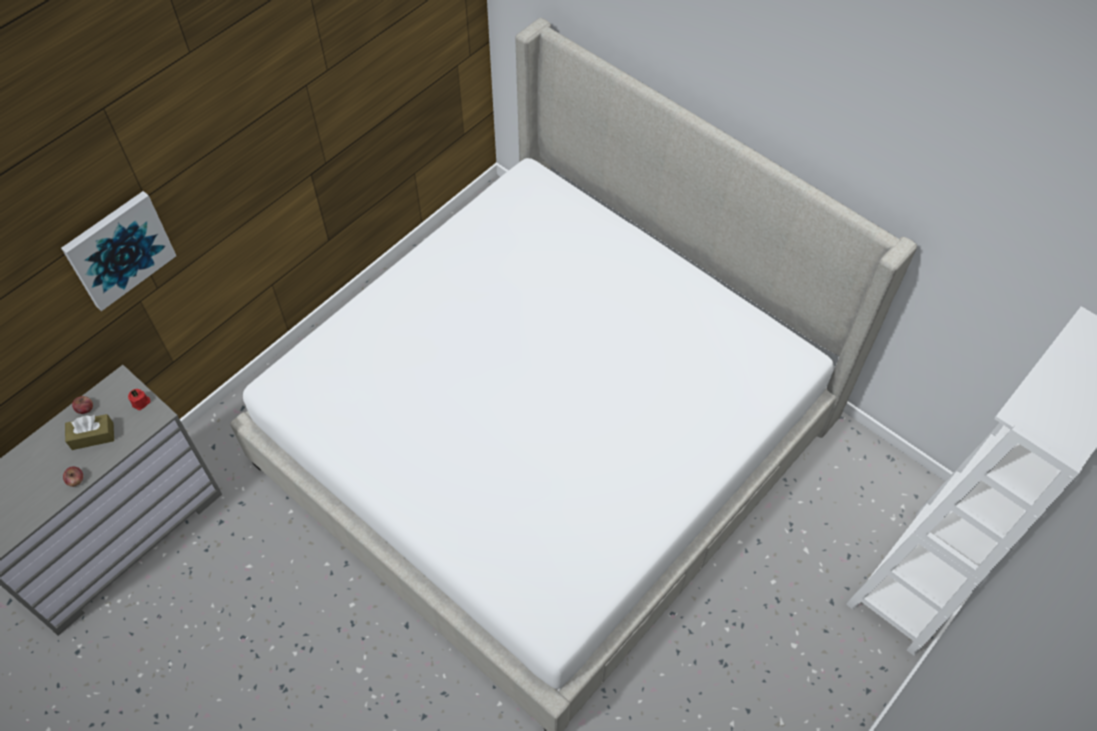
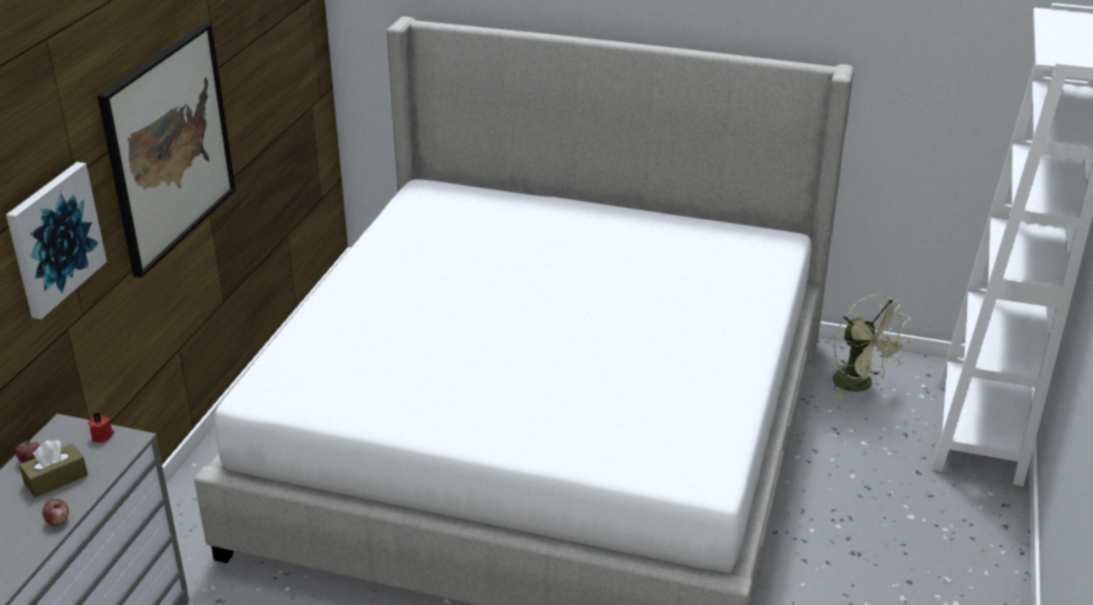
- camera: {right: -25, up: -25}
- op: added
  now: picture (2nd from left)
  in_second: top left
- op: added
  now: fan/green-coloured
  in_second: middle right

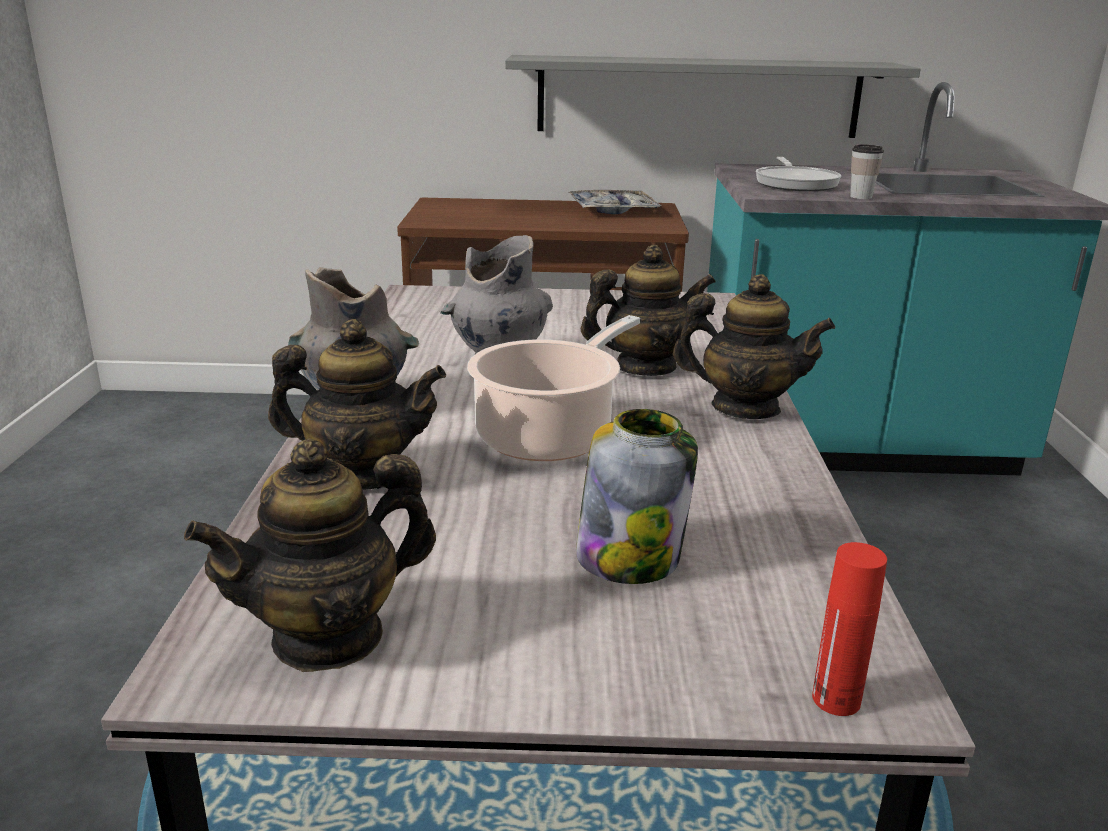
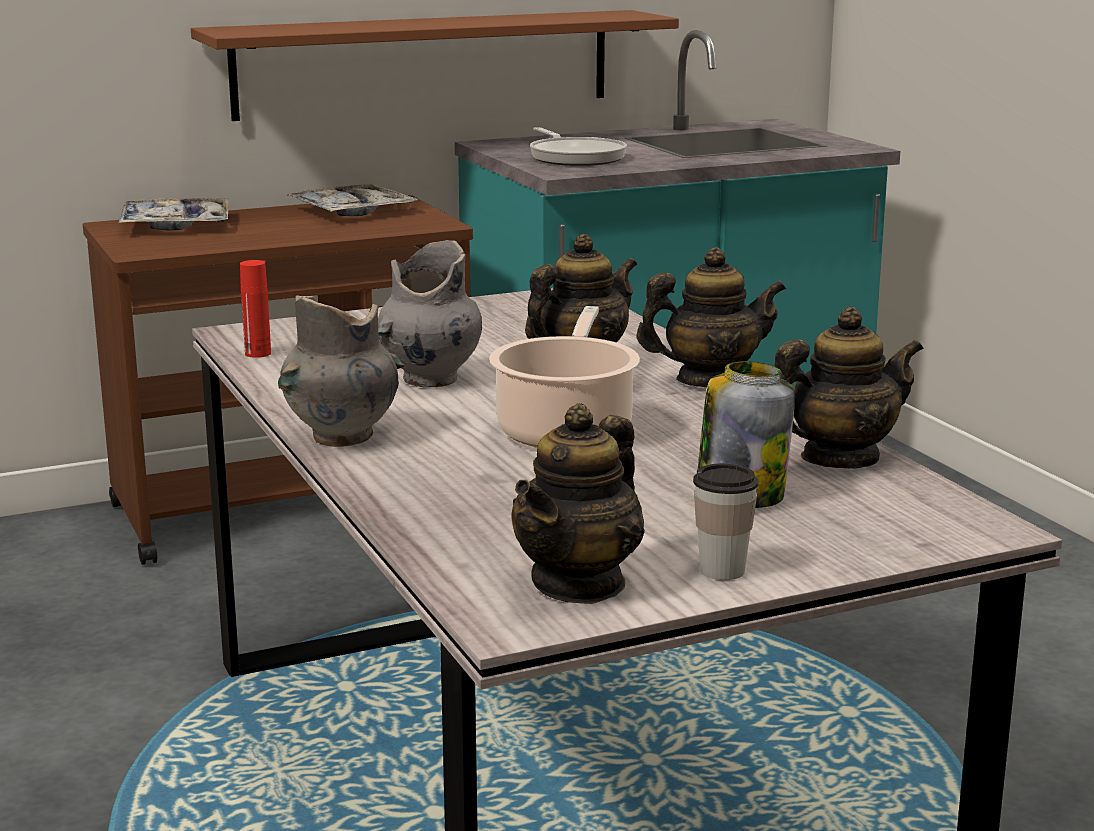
- camera: {right: -25, up: -5}
- op: added
  now: tray (1st from left)
  in_second: top left
- op: recoloured
  was: shelf/gray
  now: shelf/brownish
  in_first: top centre
  in_second: top centre
- op: moved
  was: beverage bottle/reddish
  in_first: bottom right
  in_second: middle left
- op: moved
  was: drinking cup
  in_first: top right
  in_second: centre
- op: moved
  was: teapot (2nd from left in the first image)
  now: teapot (4th from left)
  in_first: middle left
  in_second: middle right

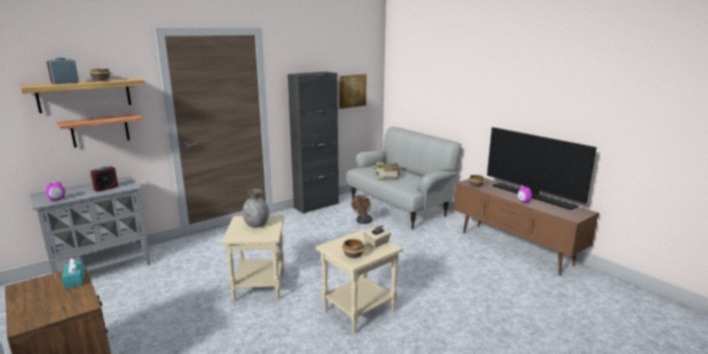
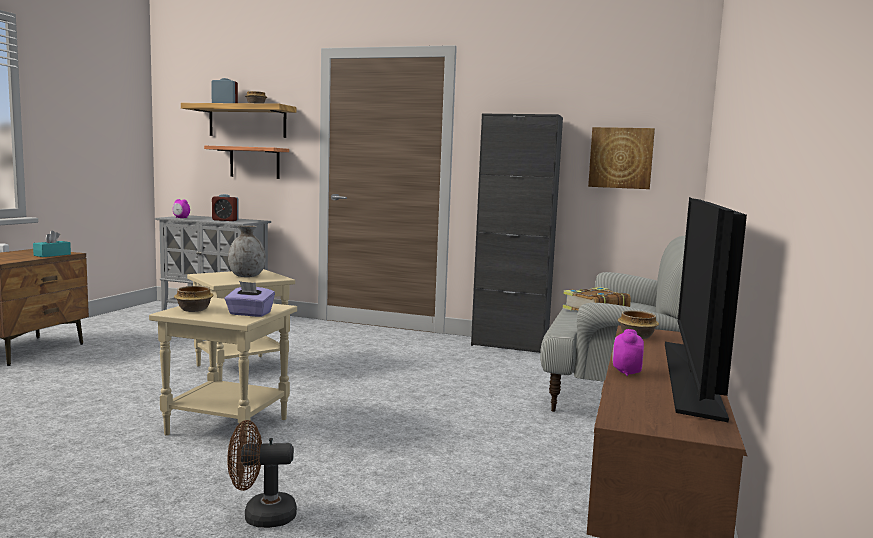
- camera: {right: 55, up: -10}
- op: recoloured
  was: box of tissues/beige
  now: box of tissues/purplish
  in_first: bottom centre
  in_second: middle left
- op: moved
  was: fan/brownish
  in_first: centre
  in_second: bottom left

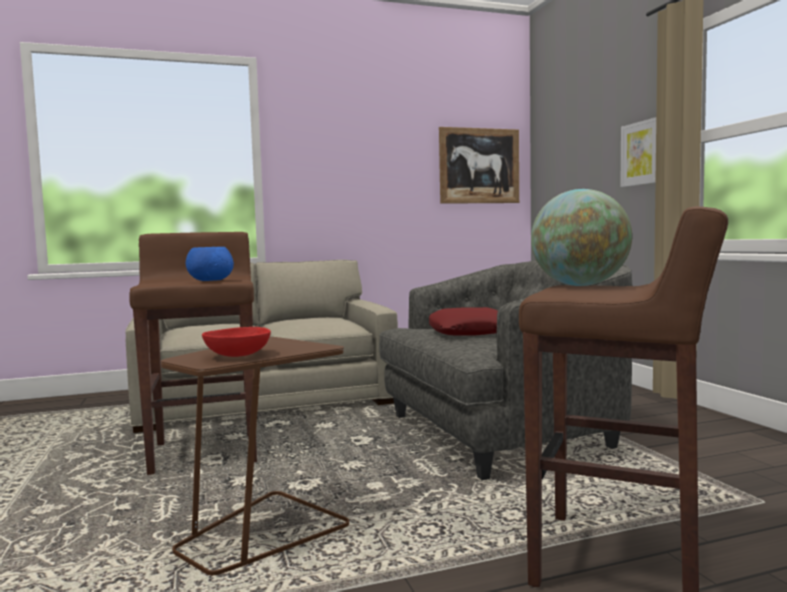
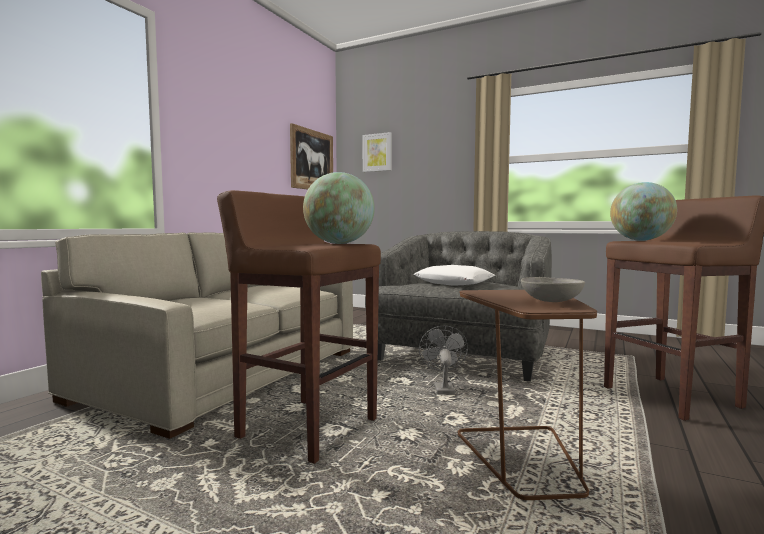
- camera: {right: -45, up: 0}
- op: replaced
  was: bowl/blue-coloured
  now: world globe (1st from left)
  in_first: middle left
  in_second: centre
- op: moved
  was: picture (2nd from left)
  in_first: top right
  in_second: top centre
- op: recoloured
  was: cushion/reddish
  now: cushion/white
  in_first: centre
  in_second: centre
- op: added
  now: fan/gray
  in_second: bottom centre
- op: recoloured
  was: bowl/reddish
  now: bowl/gray
  in_first: middle left
  in_second: middle right

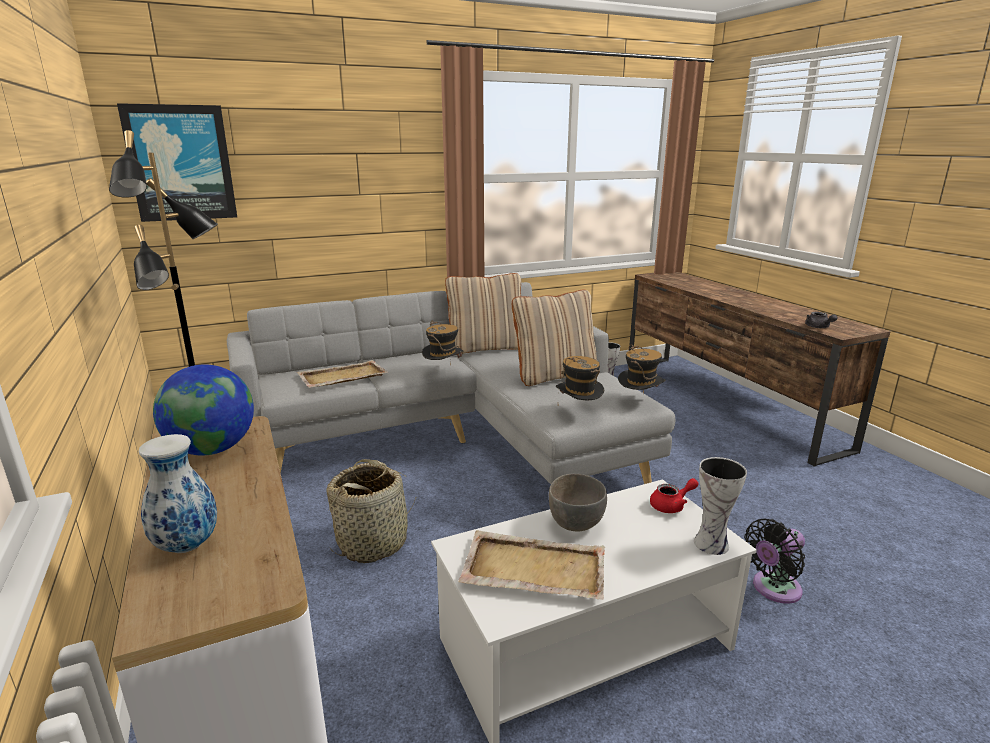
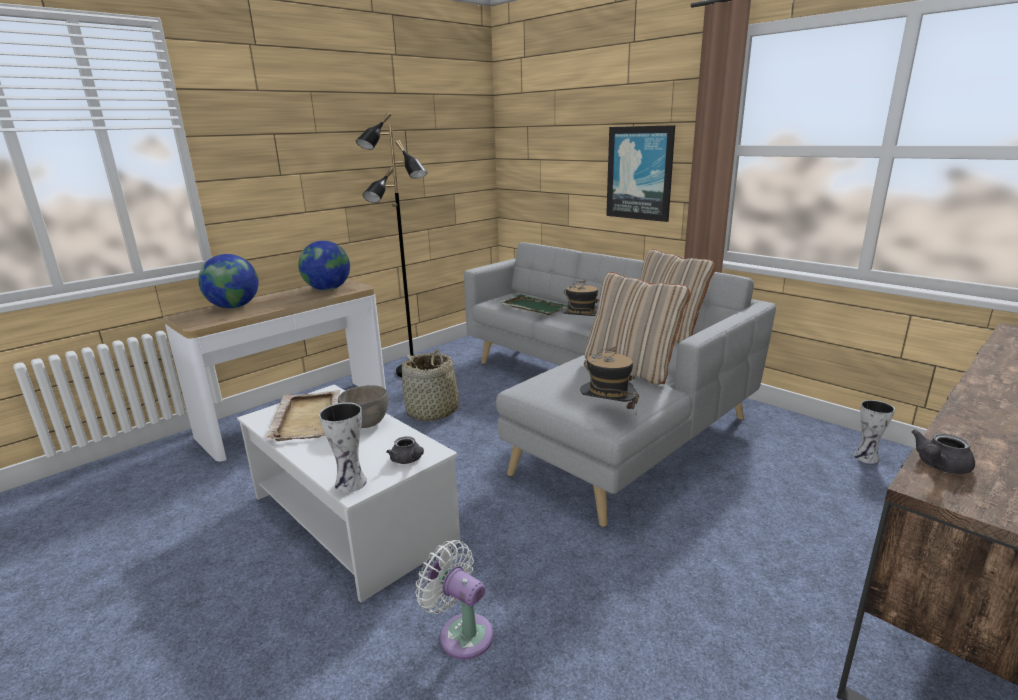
- camera: {right: 70, up: 0}
- op: replaced
  was: vase (1st from left)
  now: world globe (1st from left)
  in_first: middle left
  in_second: middle left
- op: recoloured
  was: teapot/reddish
  now: teapot/gray (1st from left)
  in_first: middle right
  in_second: centre
- op: recoloured
  was: fan/black-coloured
  now: fan/white
  in_first: bottom right
  in_second: bottom centre
- op: recoloured
  was: tray/beige (1st from left)
  now: tray/green-coloured
  in_first: centre
  in_second: centre
- op: moved
  was: picture
  in_first: top left
  in_second: top centre
- op: removed
  was: wearable hat (2nd from left)
  in_first: centre

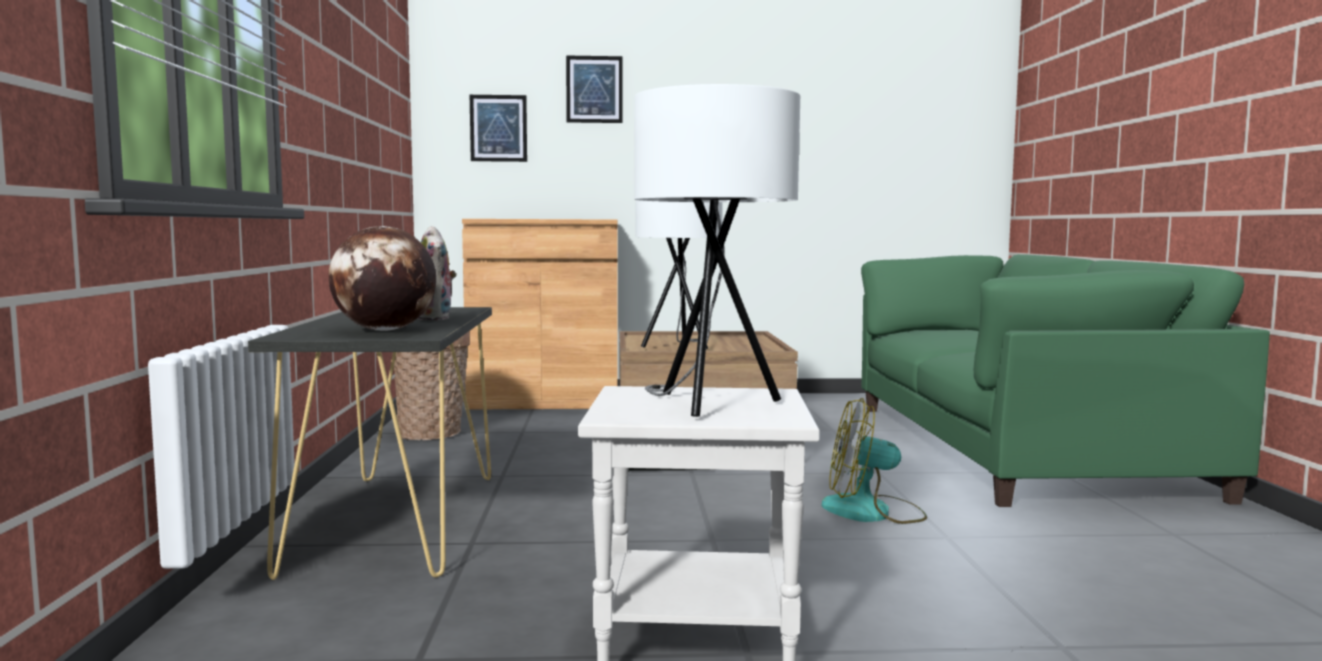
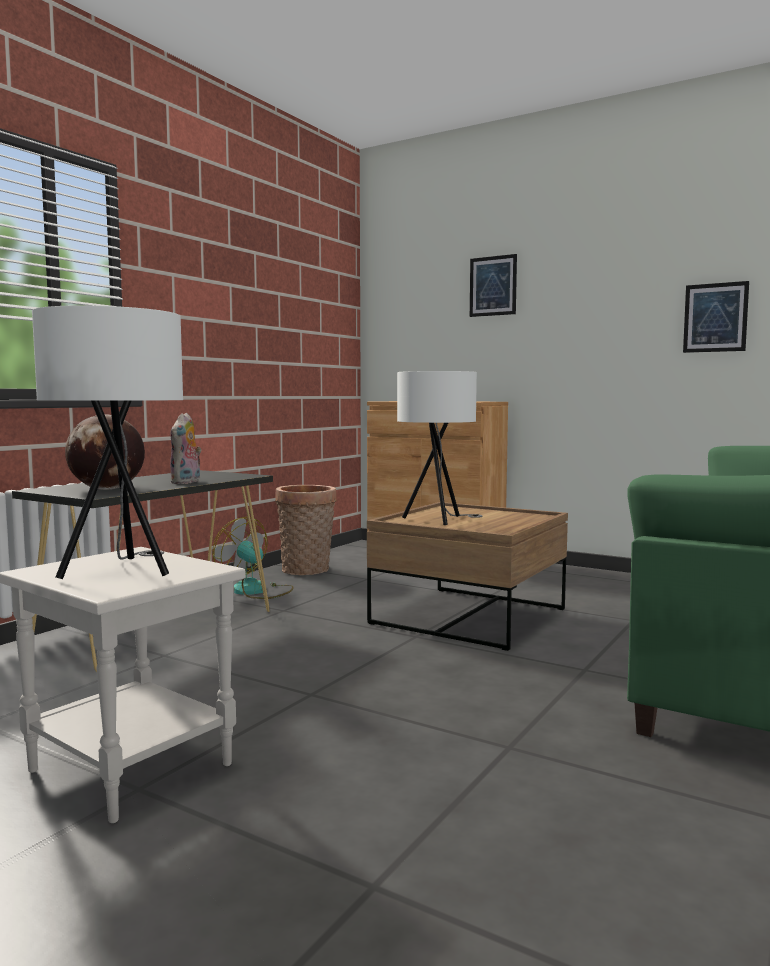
- camera: {right: 35, up: 0}
- op: moved
  was: fan
  in_first: bottom centre
  in_second: middle left
- op: moved
  was: picture (1st from left in the first image)
  now: picture (2nd from left)
  in_first: top centre
  in_second: top right

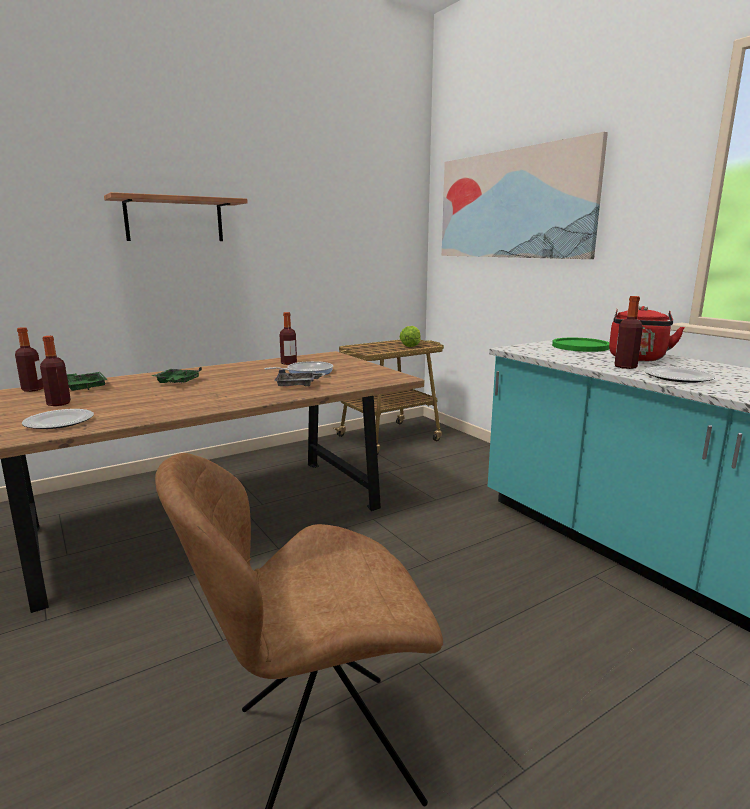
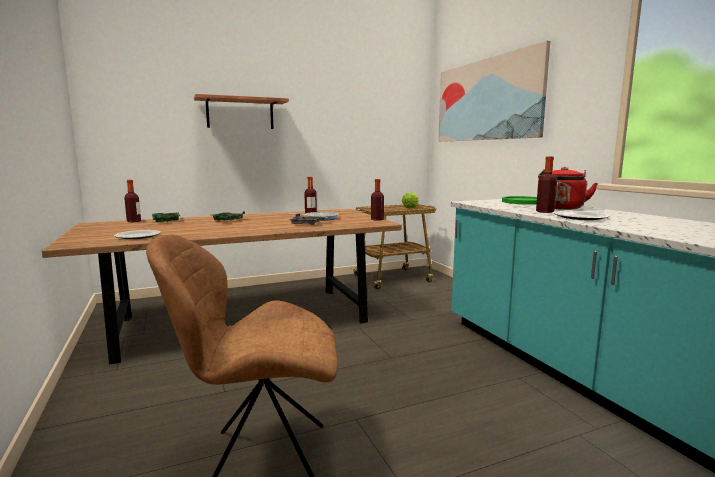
- camera: {right: 10, up: -5}
- op: moved
  was: beverage bottle (2nd from left in the first image)
  now: beverage bottle (3rd from left)
  in_first: middle left
  in_second: centre

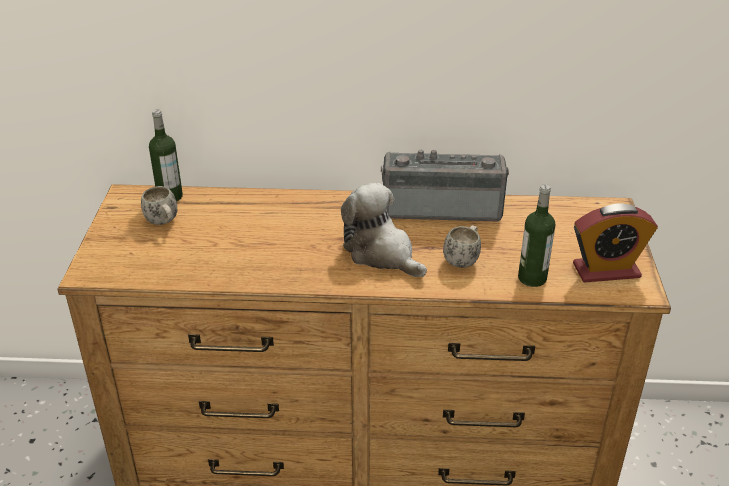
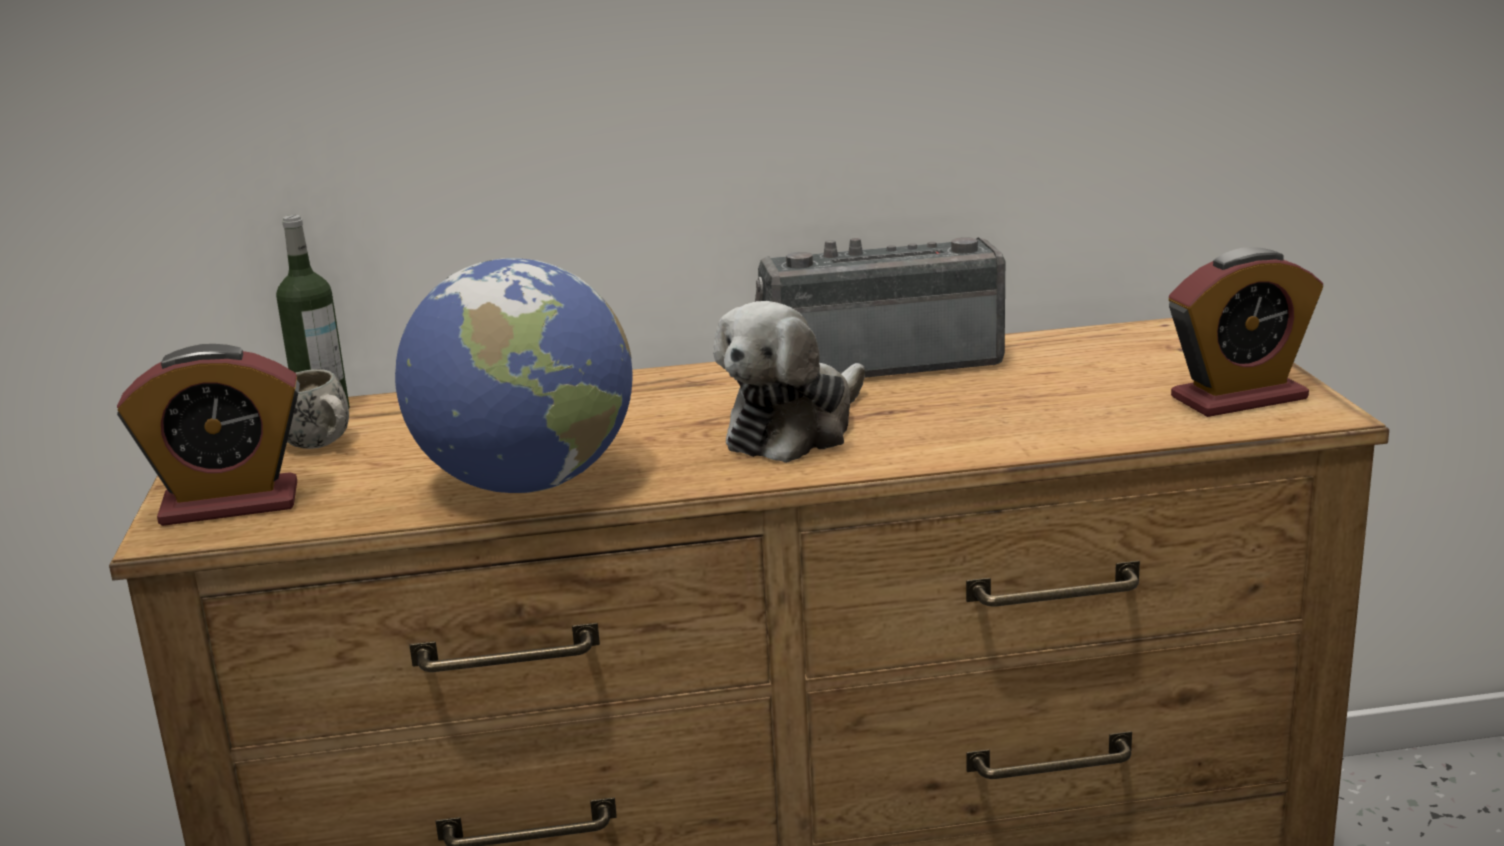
- camera: {right: -10, up: -15}
- op: added
  now: table clock (1st from left)
  in_second: middle left
- op: added
  now: world globe
  in_second: centre
- op: turned
  was: plush toy
  in_first: centre
  in_second: centre
  clockwise: -90
- op: removed
  was: coffee mug/white (2nd from left)
  in_first: centre
- op: removed
  was: beverage bottle (2nd from left)
  in_first: middle right

